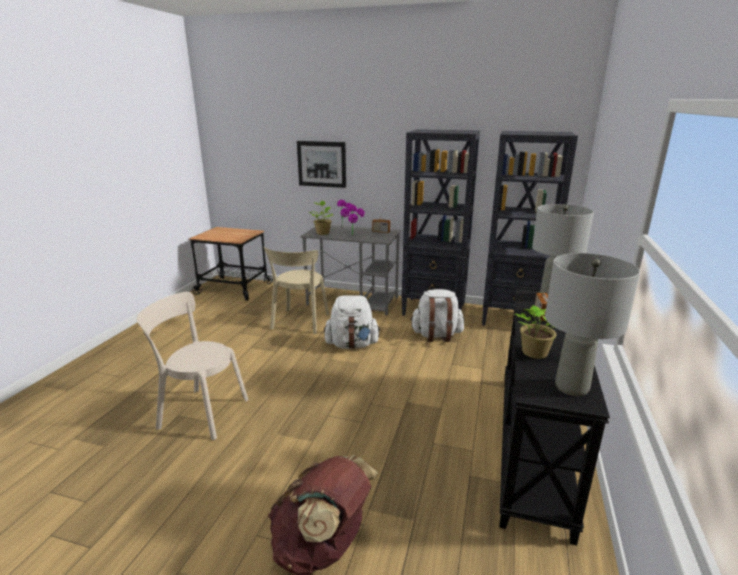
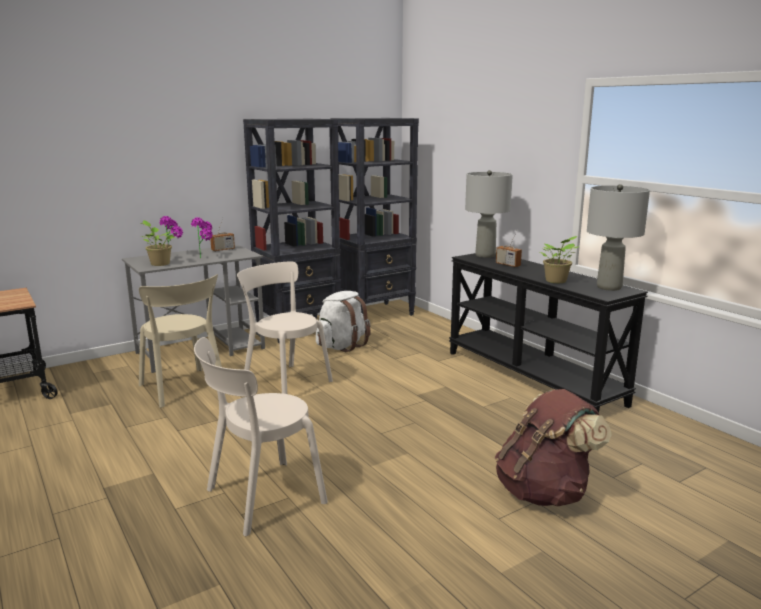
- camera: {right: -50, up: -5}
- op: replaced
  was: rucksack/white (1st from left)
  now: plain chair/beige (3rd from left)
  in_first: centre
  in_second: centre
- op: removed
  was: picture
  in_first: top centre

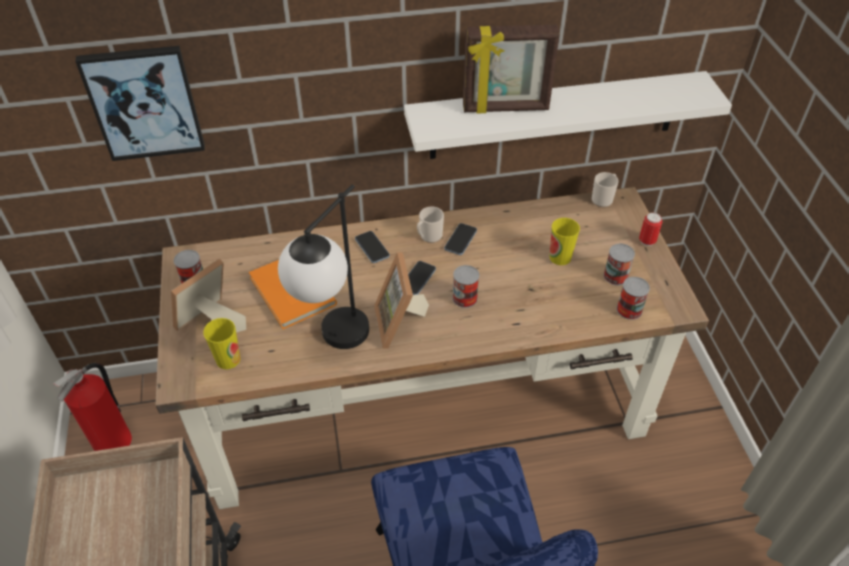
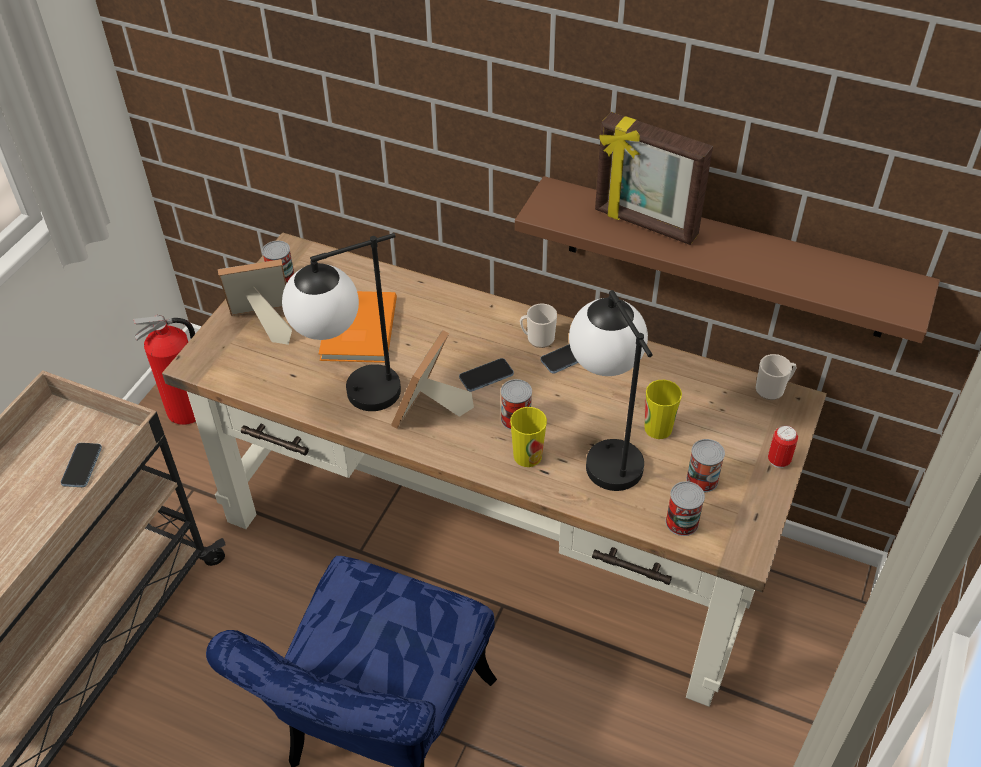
- camera: {right: 35, up: 0}
- op: moved
  was: handset (1st from left)
  in_first: centre
  in_second: middle left
- op: moved
  was: drinking cup (1st from left)
  in_first: middle left
  in_second: centre
- op: recoloured
  was: shelf/white
  now: shelf/brownish
  in_first: top right
  in_second: middle right
- op: added
  now: lamp for a table (2nd from left)
  in_second: centre
- op: removed
  was: picture
  in_first: top left

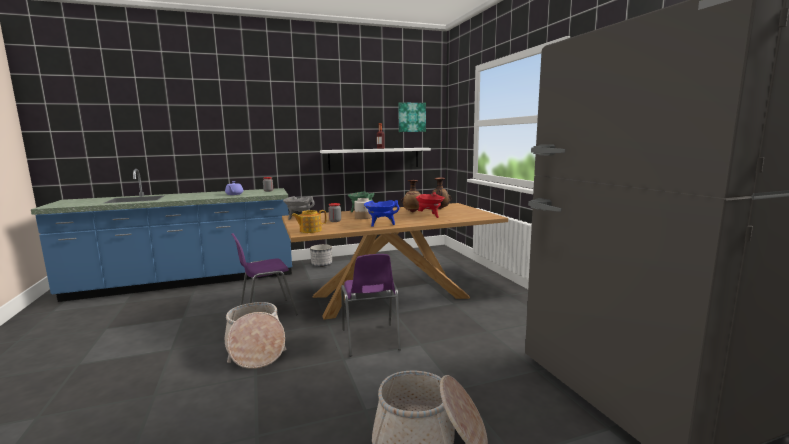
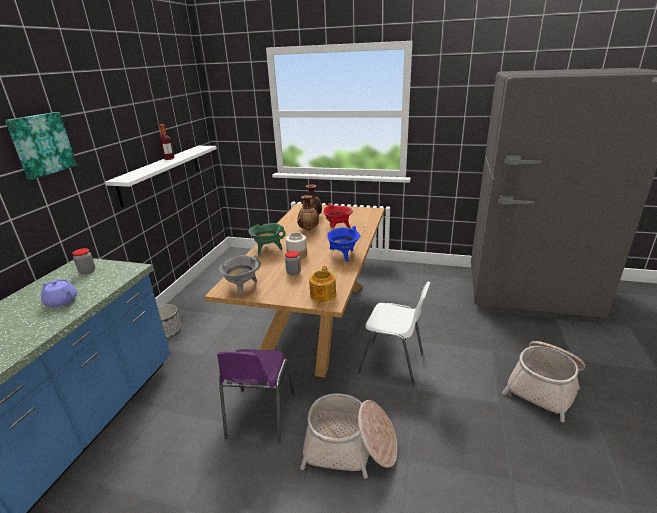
- camera: {right: -55, up: 15}
- op: moved
  was: picture
  in_first: top centre
  in_second: top left
- op: recoloured
  was: plain chair/purplish (2nd from left)
  now: plain chair/white
  in_first: bottom centre
  in_second: centre

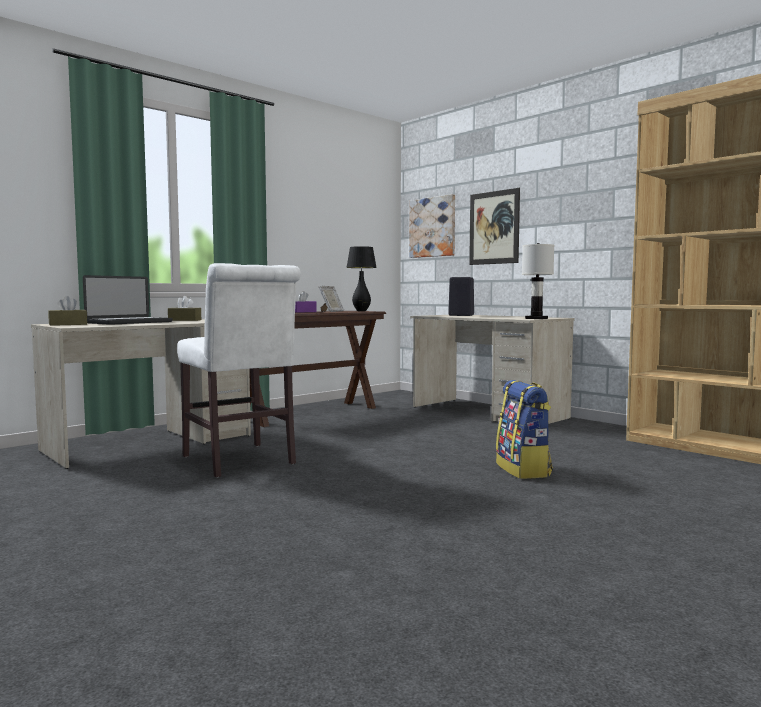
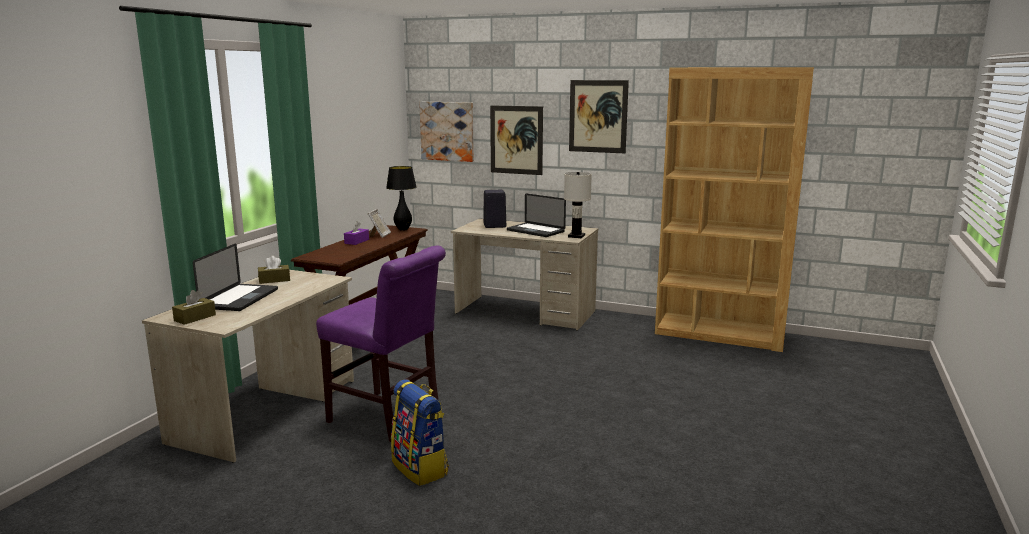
- camera: {right: -25, up: 10}
- op: recoloured
  was: plain chair/white
  now: plain chair/purplish
  in_first: middle left
  in_second: centre
- op: moved
  was: rucksack
  in_first: middle right
  in_second: bottom centre
- op: added
  now: laptop (2nd from left)
  in_second: centre
- op: added
  now: picture (3rd from left)
  in_second: top centre

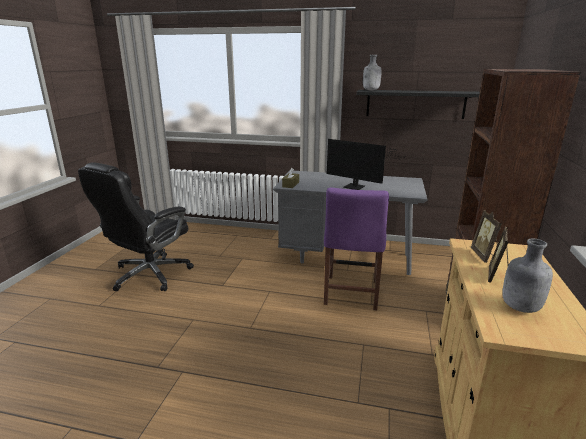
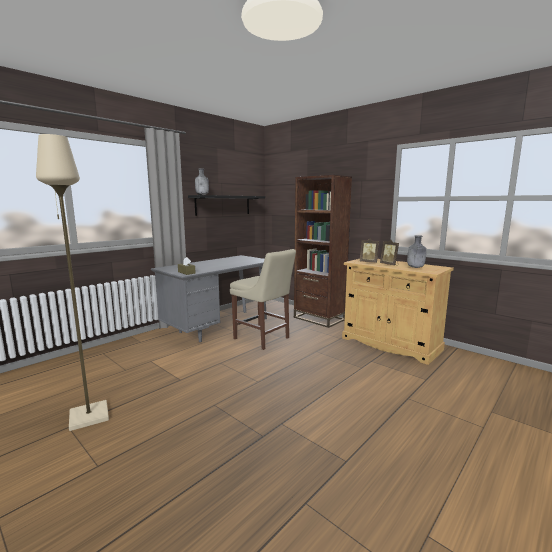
- camera: {right: -60, up: -10}
- op: replaced
  was: desk chair/black-coloured
  now: standing lamp/beige
  in_first: middle left
  in_second: middle left
- op: recoloured
  was: plain chair/purplish
  now: plain chair/beige
  in_first: centre
  in_second: centre
- op: removed
  was: monitor
  in_first: centre

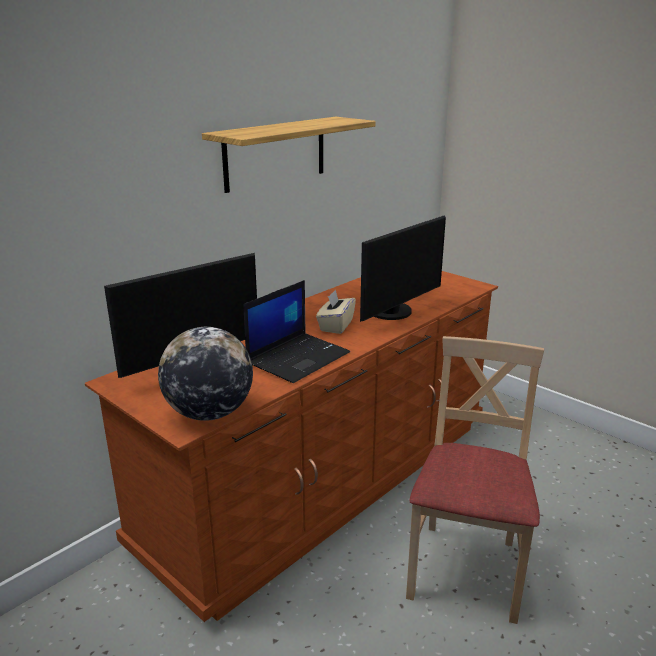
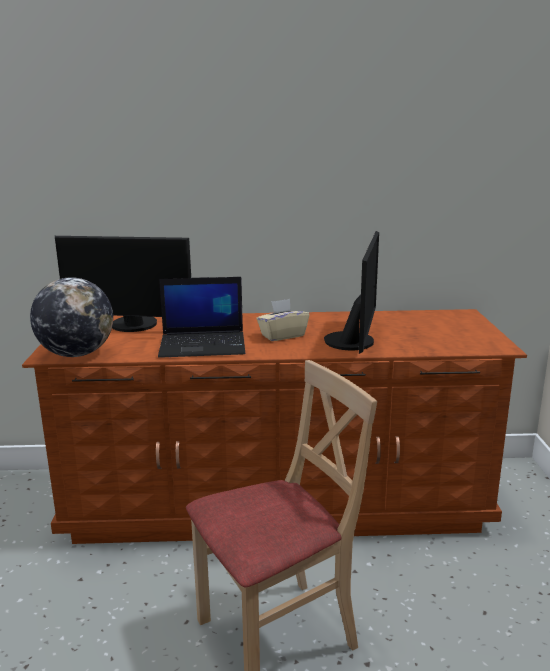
- camera: {right: 45, up: -5}
- op: turned
  was: monitor (2nd from left)
  in_first: centre
  in_second: centre
  clockwise: -75
- op: removed
  was: shelf
  in_first: top centre

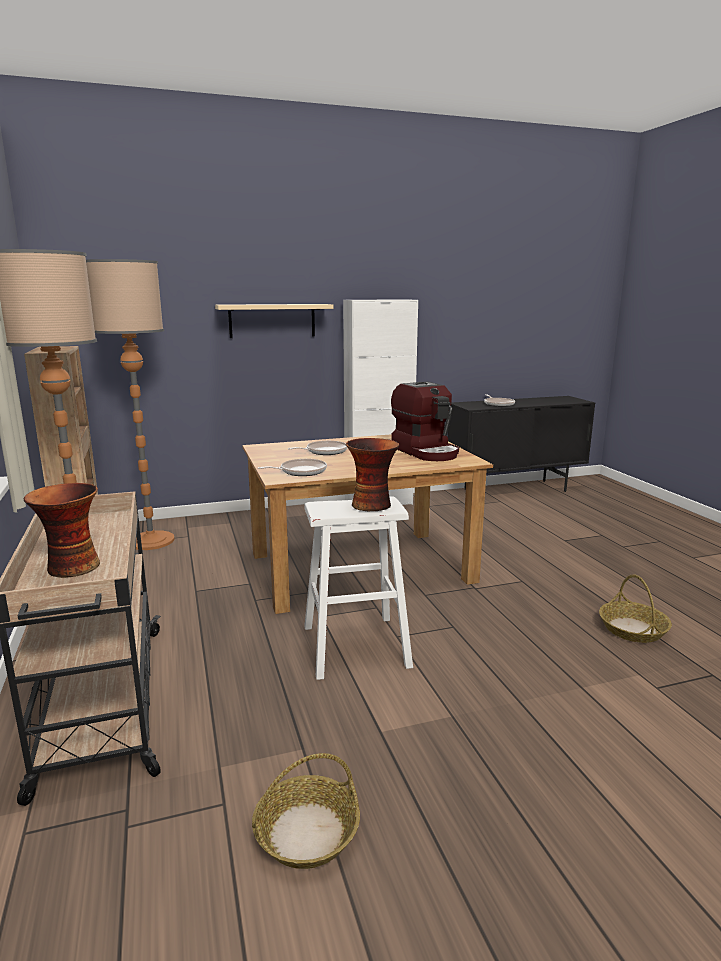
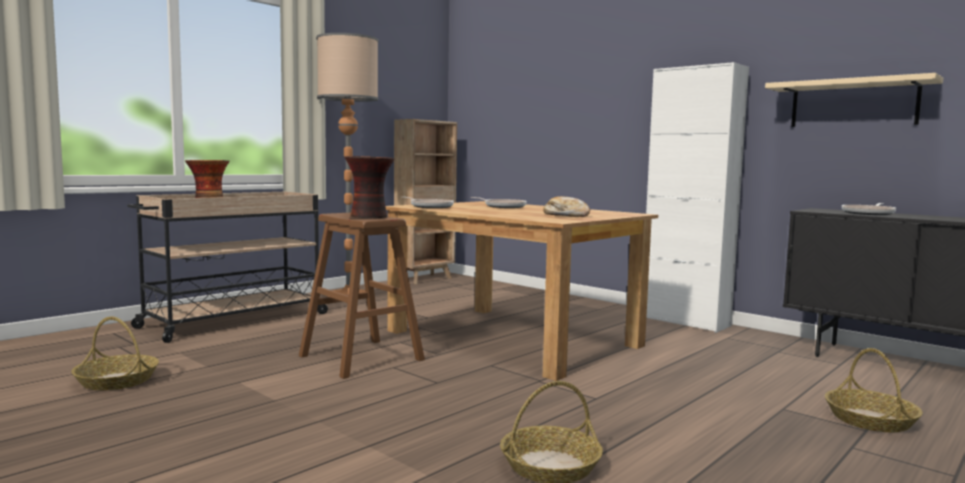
- camera: {right: 60, up: -10}
- op: recoloured
  was: stool seat/white
  now: stool seat/brownish
  in_first: centre
  in_second: centre
- op: replaced
  was: coffee brewer
  now: baked bread
  in_first: centre
  in_second: centre
- op: moved
  was: shelf/beige
  in_first: centre
  in_second: top right
- op: added
  now: basket (3rd from left)
  in_second: bottom right
- op: removed
  was: standing lamp (2nd from left)
  in_first: middle left

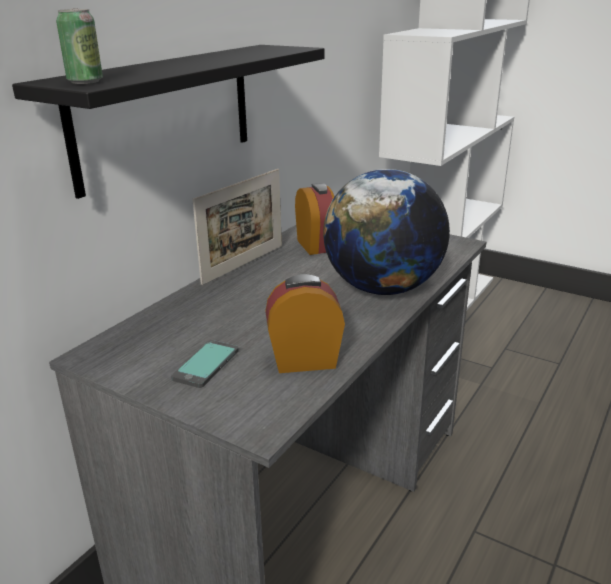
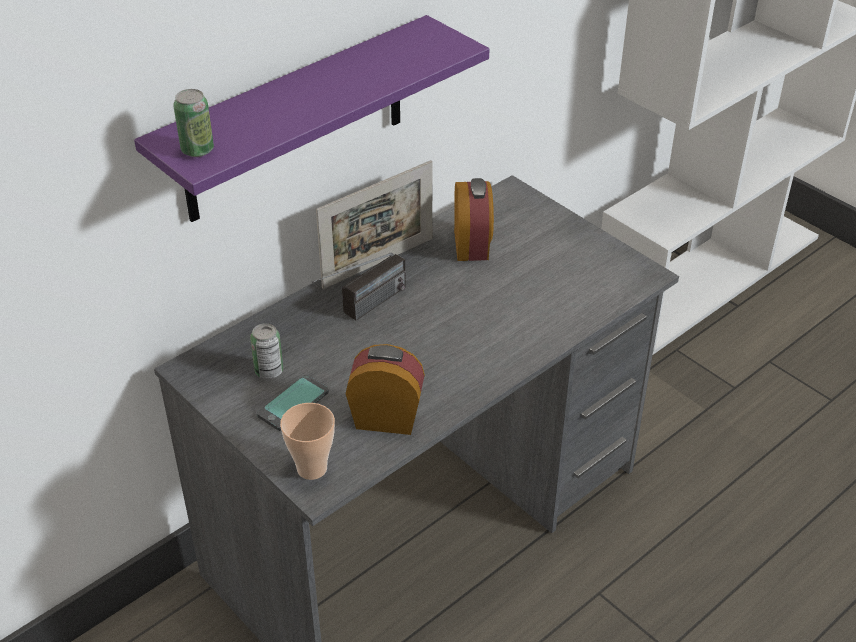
- camera: {right: 15, up: 15}
- op: recoloured
  was: shelf/black-coloured
  now: shelf/purplish
  in_first: top left
  in_second: top centre
- op: added
  now: can (2nd from left)
  in_second: middle left
- op: added
  now: drinking cup
  in_second: bottom centre
- op: added
  now: radio receiver
  in_second: centre
- op: removed
  was: world globe
  in_first: centre

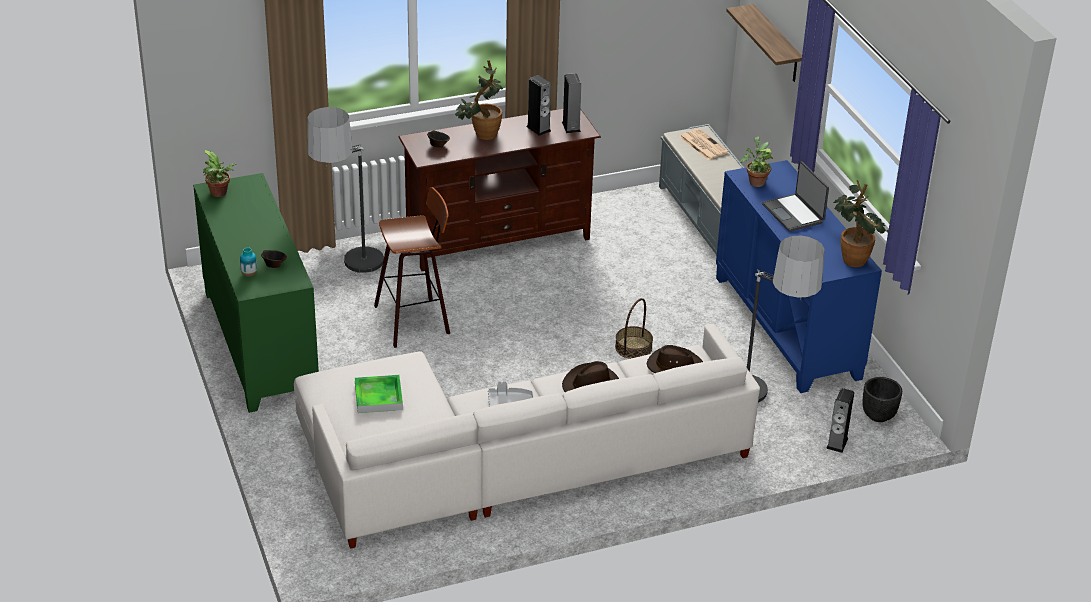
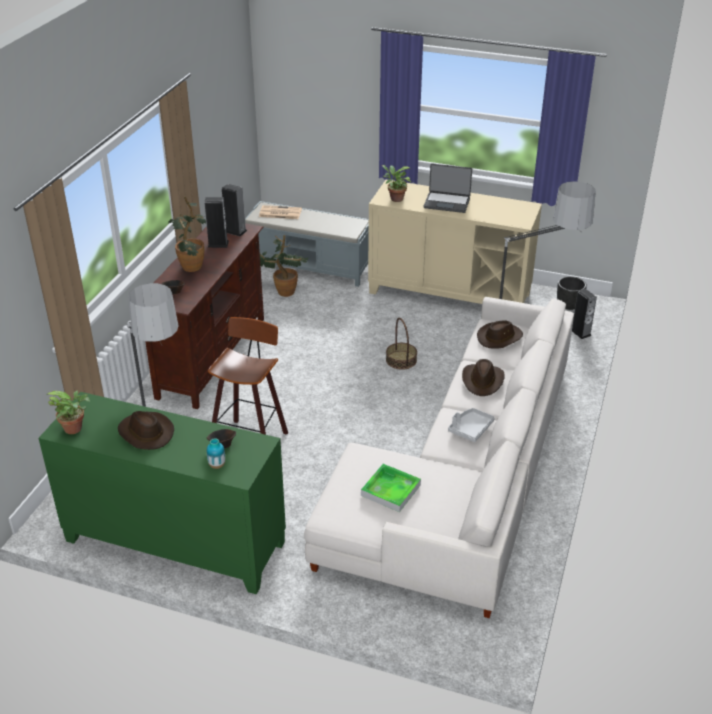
- camera: {right: -50, up: 0}
- op: added
  now: wearable hat/brownish (1st from left)
  in_second: middle left
- op: moved
  was: potted plant (4th from left in the first image)
  now: potted plant (3rd from left)
  in_first: middle right
  in_second: centre
- op: recoloured
  was: storage cabinet/blue-coloured
  now: storage cabinet/beige
  in_first: middle right
  in_second: centre
- op: removed
  was: shelf
  in_first: top right

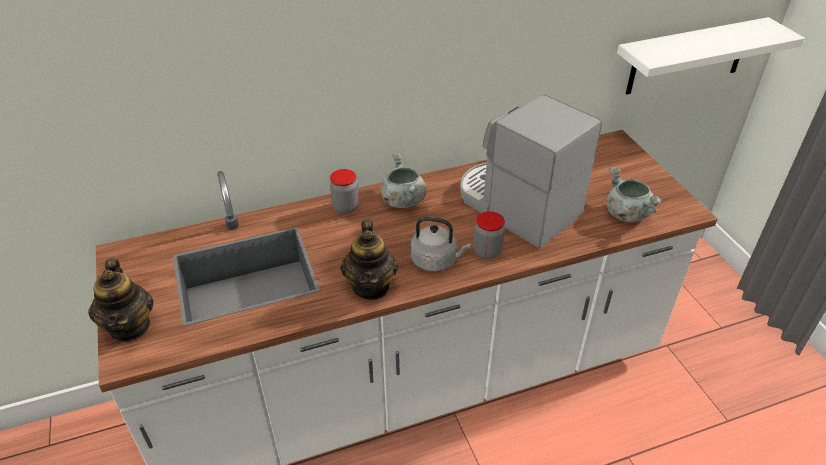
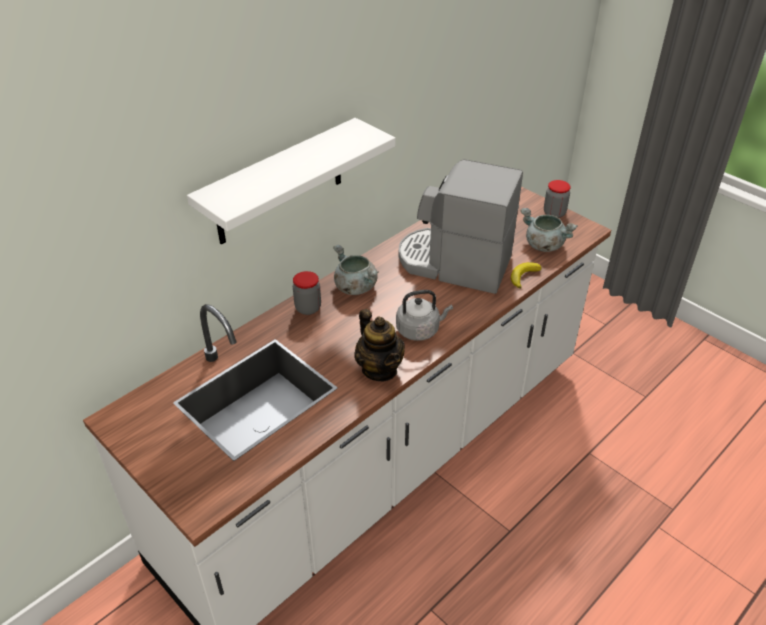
- camera: {right: -25, up: 0}
- op: moved
  was: shelf/white
  in_first: top right
  in_second: top centre
- op: added
  now: banana
  in_second: middle right
- op: moved
  was: preserve jar (2nd from left)
  in_first: centre
  in_second: top right
- op: removed
  was: teapot (1st from left)
  in_first: middle left

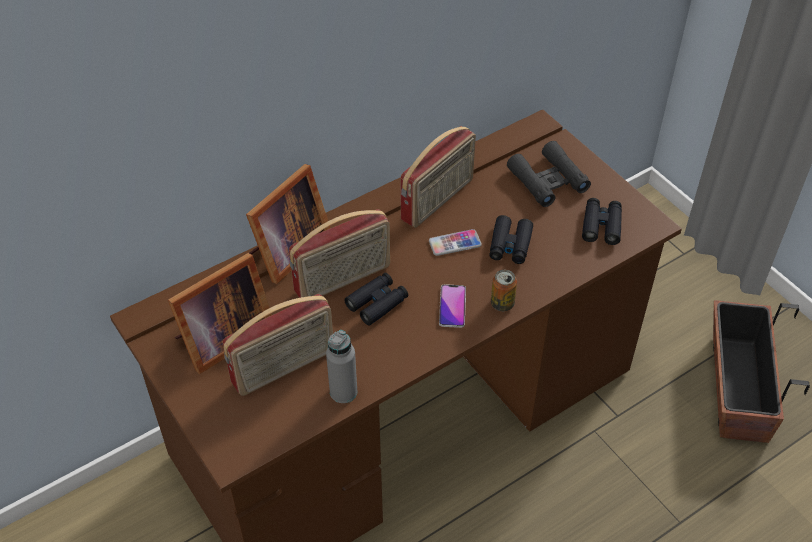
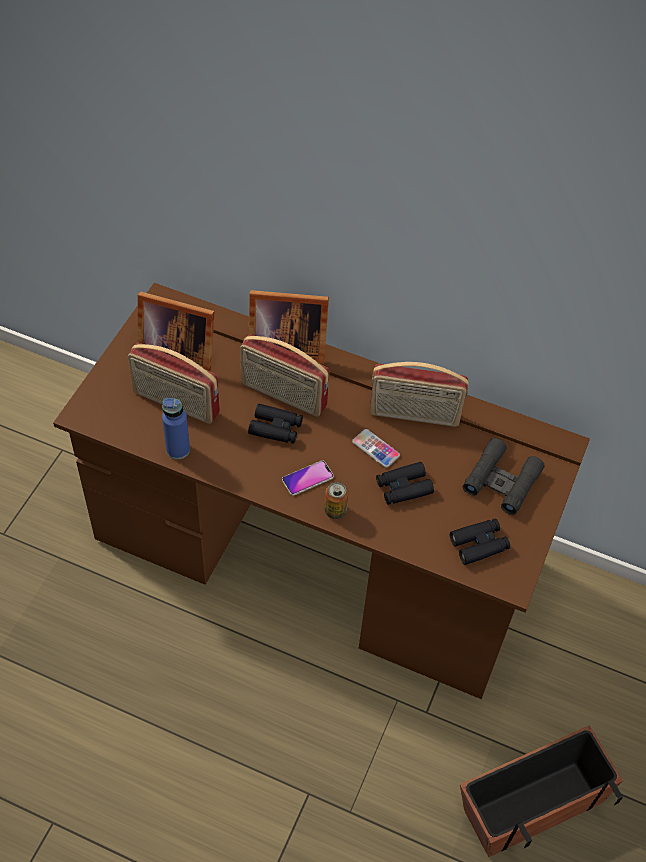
- camera: {right: 55, up: 5}
- op: recoloured
  was: beverage bottle/gray
  now: beverage bottle/blue-coloured
  in_first: bottom centre
  in_second: middle left

